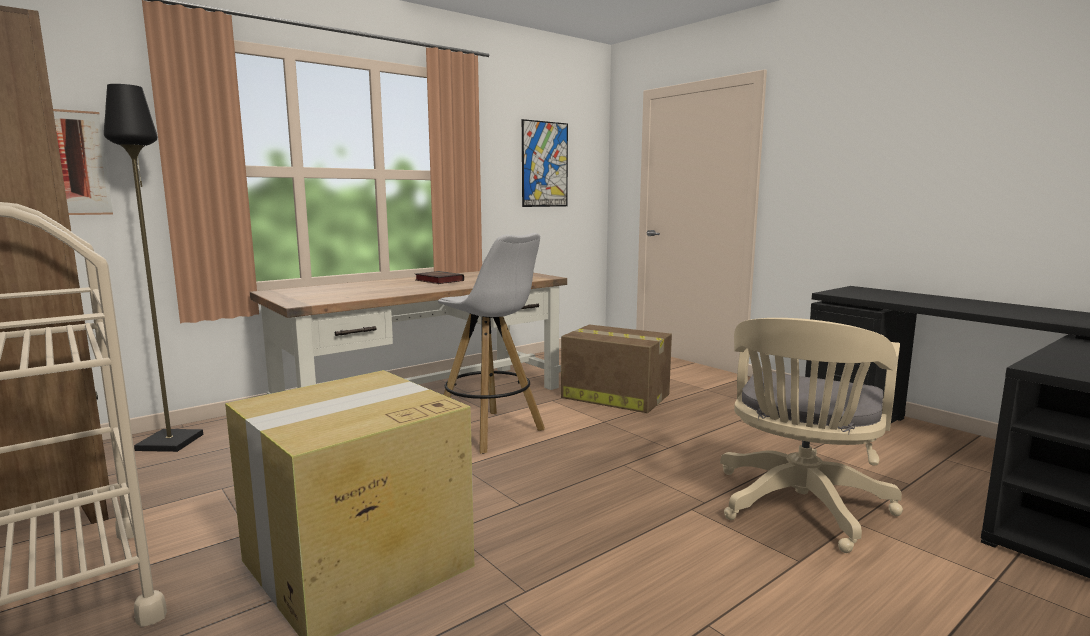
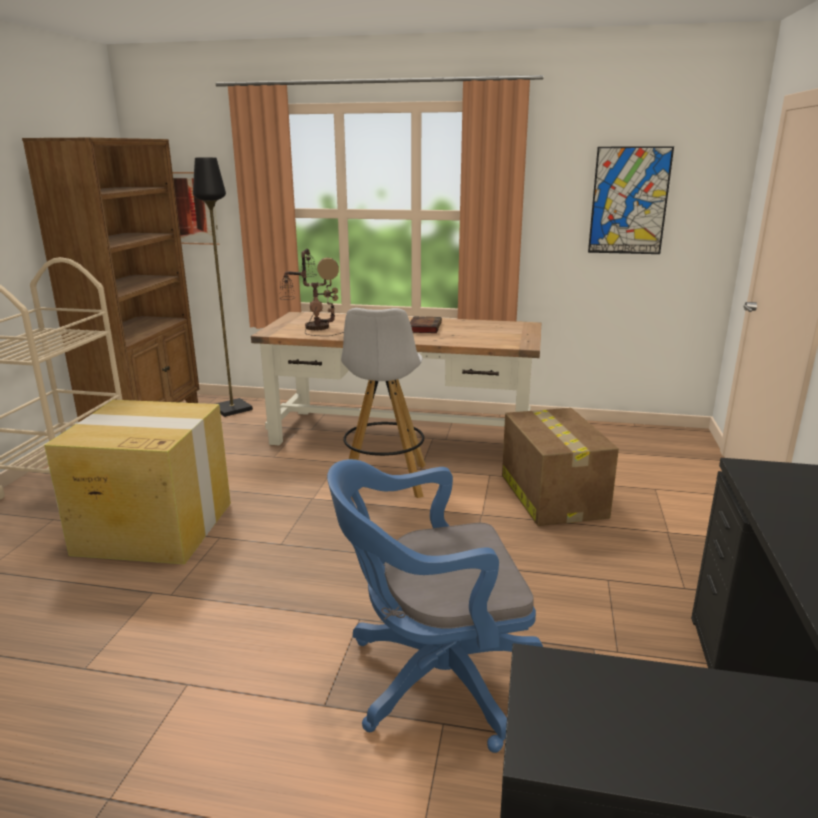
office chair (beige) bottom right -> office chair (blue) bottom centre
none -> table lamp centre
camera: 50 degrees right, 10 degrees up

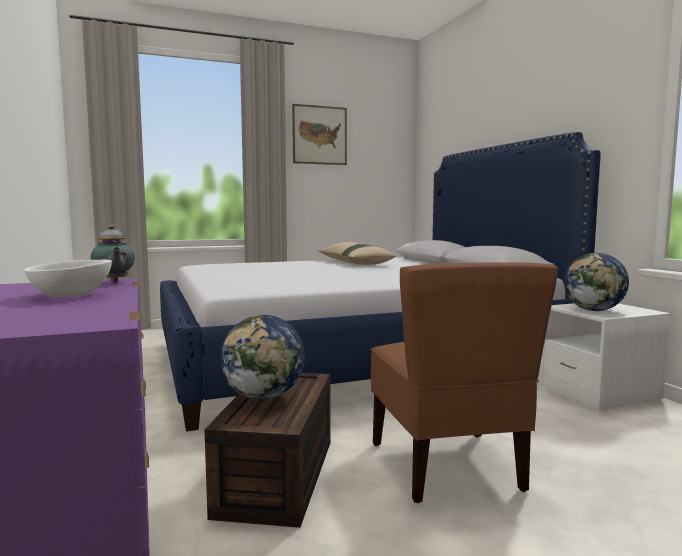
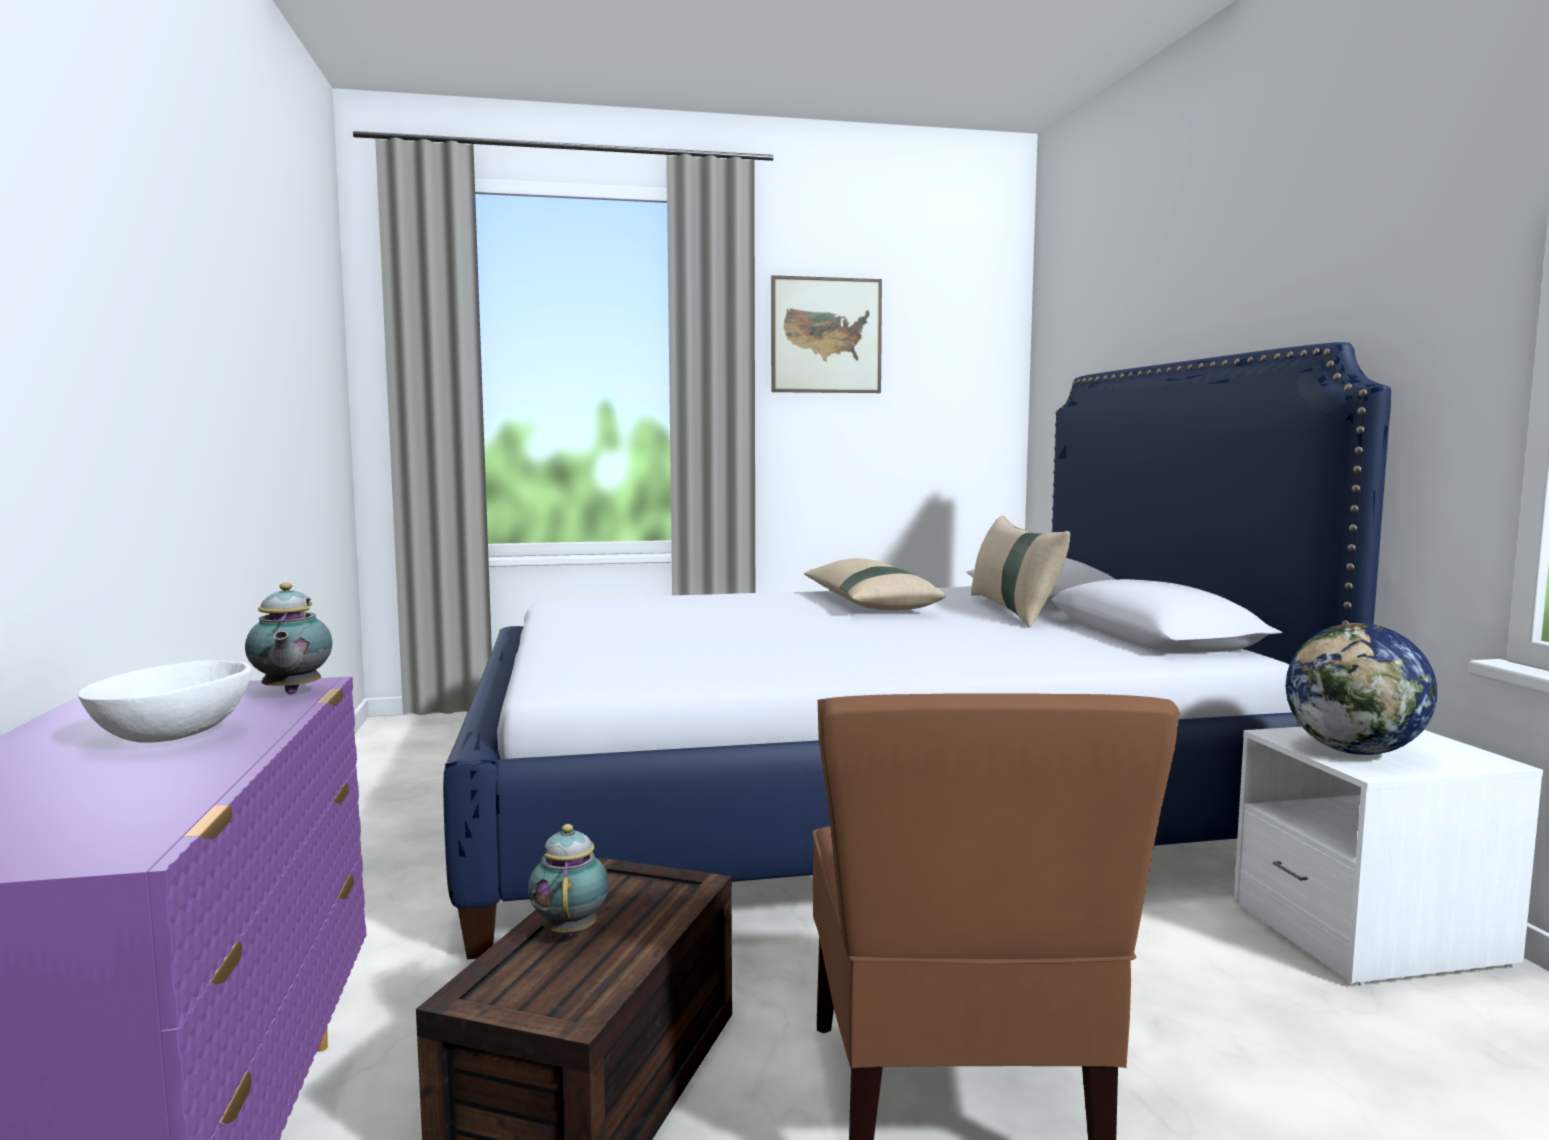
globe (no. 1 from left) centre -> teapot (no. 2 from left) bottom centre
none -> pillow (beige) (no. 2 from left) centre
camera: 10 degrees right, 0 degrees up

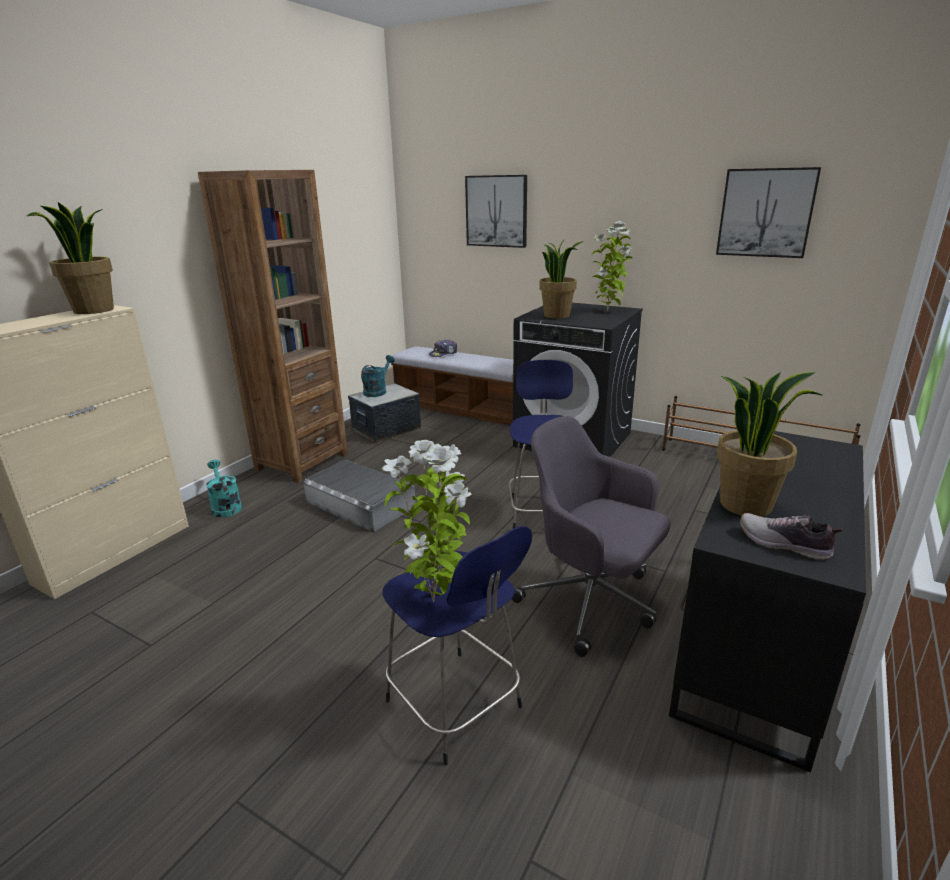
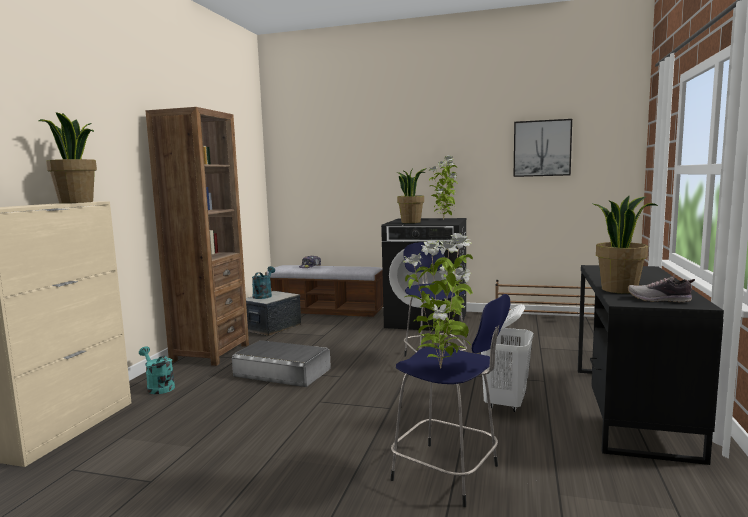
picture (no. 1 from left) top centre -> none
office chair (grey) centre -> laundry basket (white) bottom right
camera: 15 degrees left, 15 degrees down

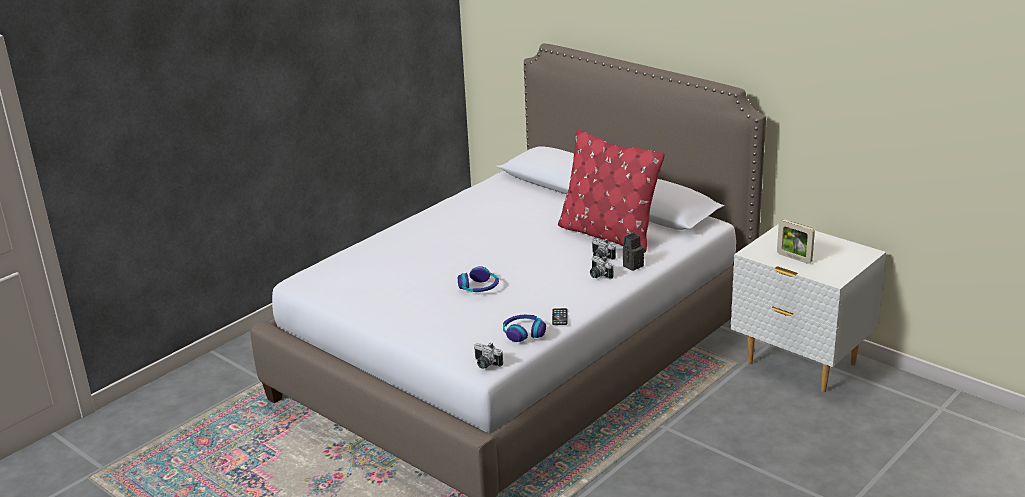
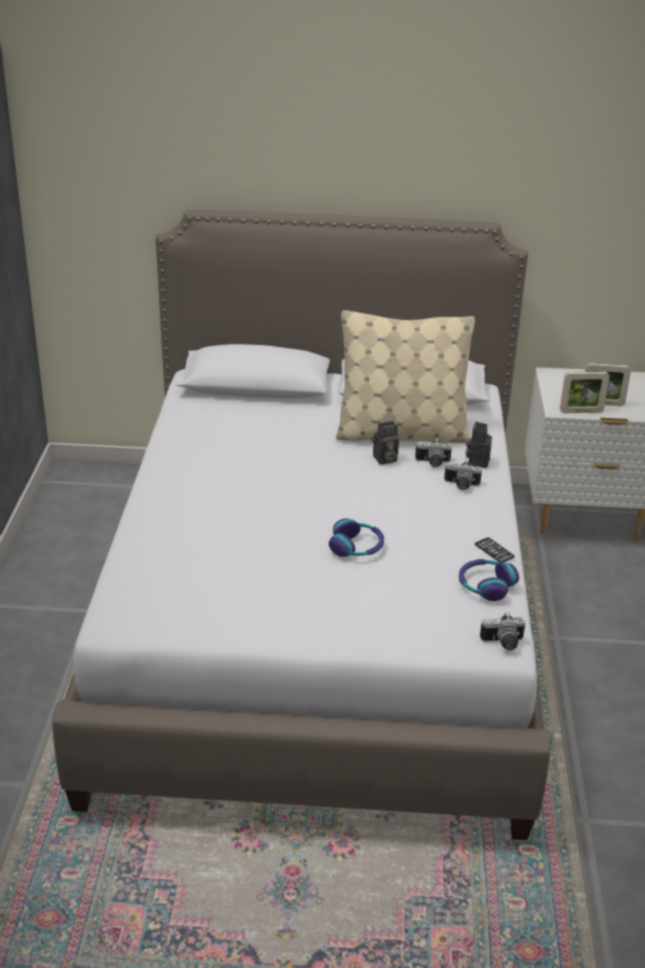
pillow (red) centre -> pillow (beige) centre
none -> photo camera (no. 1 from left) centre
none -> picture frame (no. 1 from left) middle right
camera: 40 degrees left, 5 degrees up

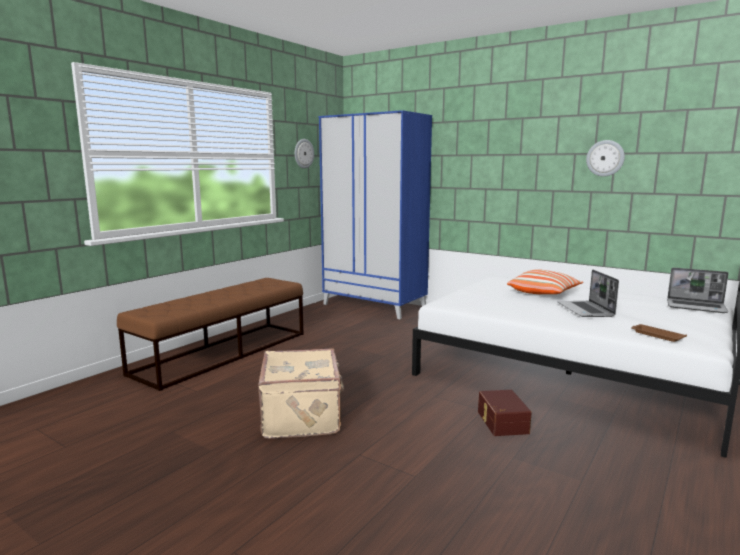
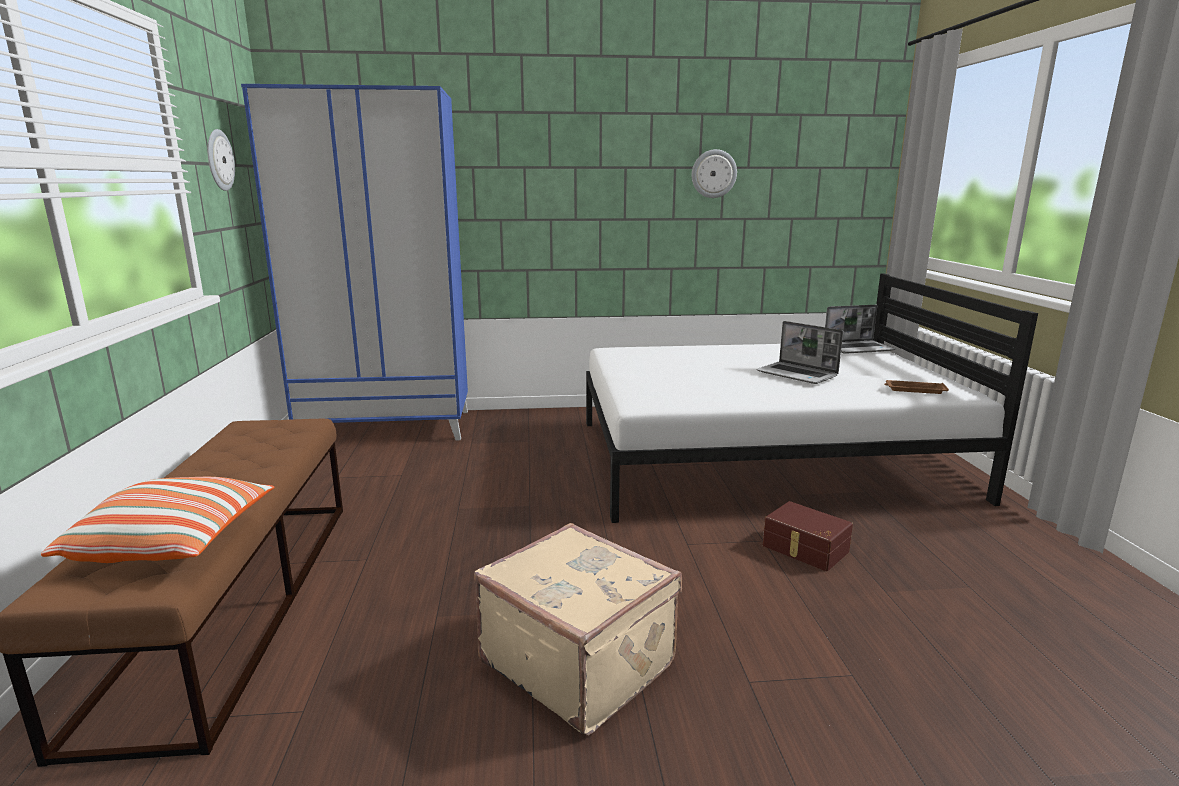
pillow middle right -> pillow middle left, relocated
camera: 40 degrees left, 5 degrees up

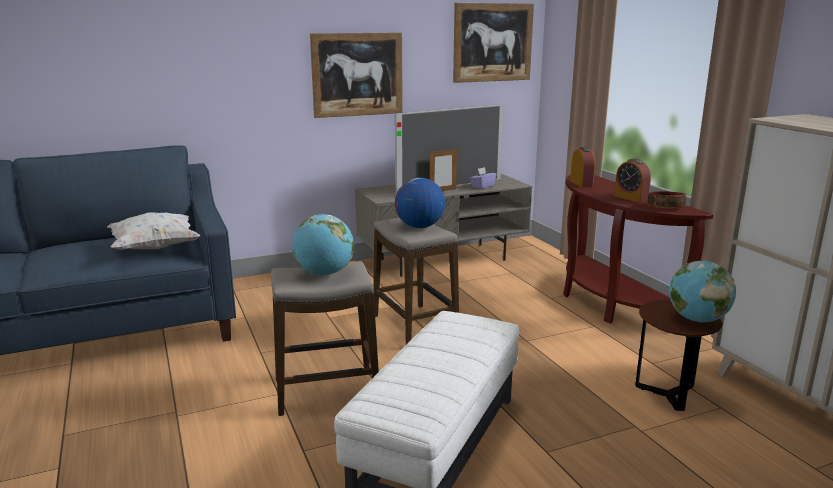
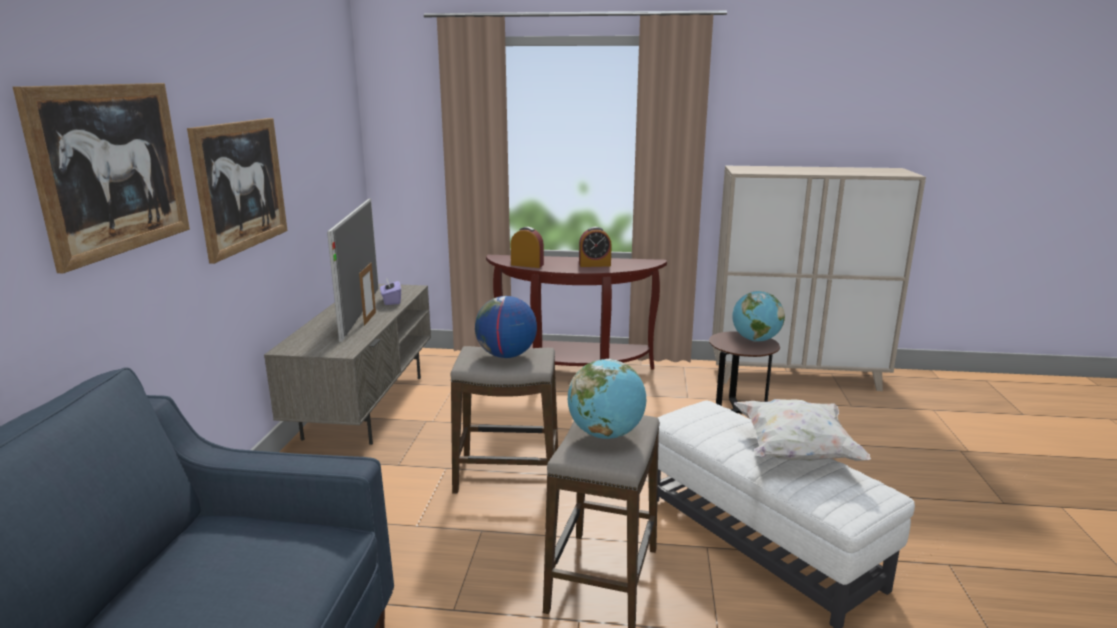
pillow (white) middle left -> pillow (white) bottom right, relocated
picture (no. 2 from left in the first image) top centre -> picture (no. 1 from left) top left, relocated
bowl middle right -> none
camera: 60 degrees left, 0 degrees up

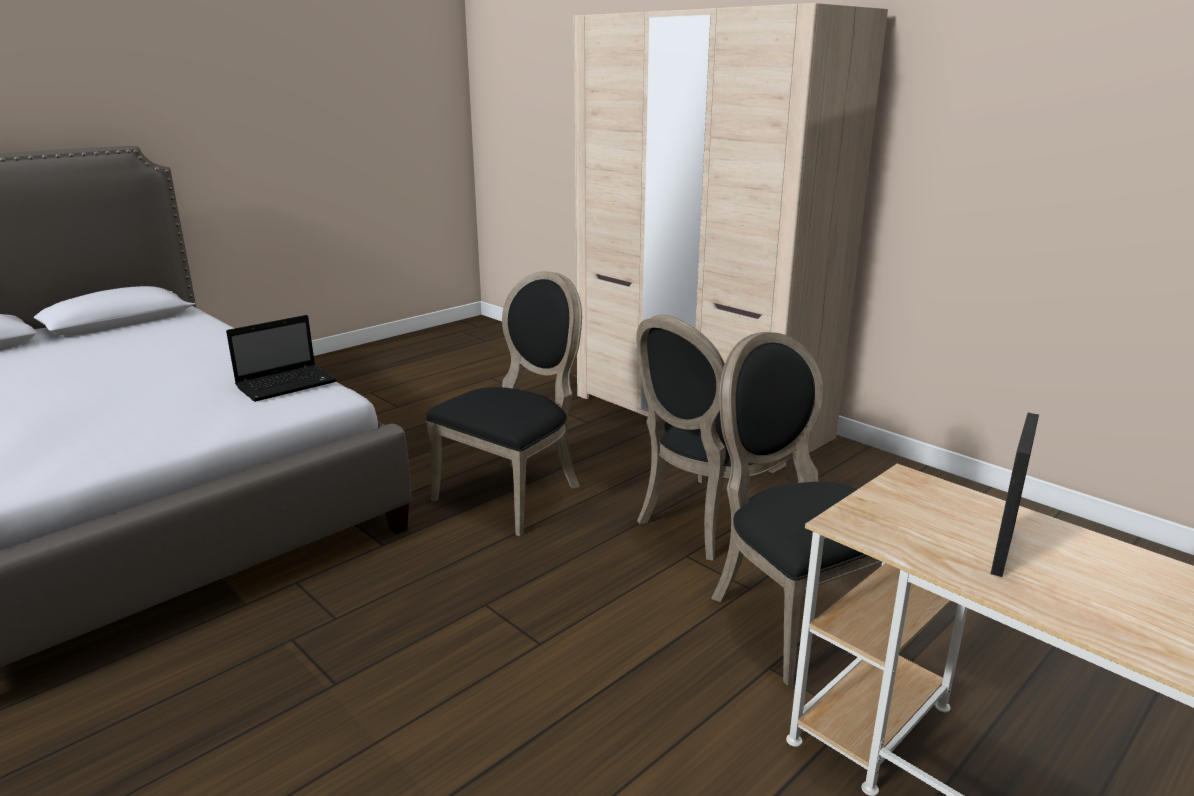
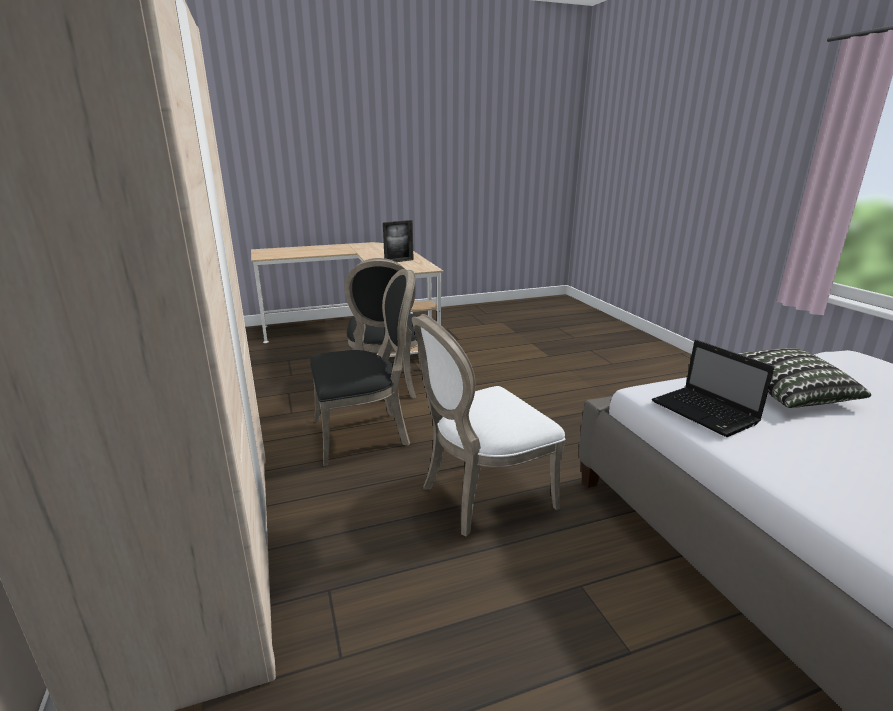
laptop middle left -> laptop middle right, 105 degrees counterclockwise
chair (black) (no. 1 from left) centre -> chair (white) centre
none -> pillow middle right
camera: 155 degrees left, 0 degrees up

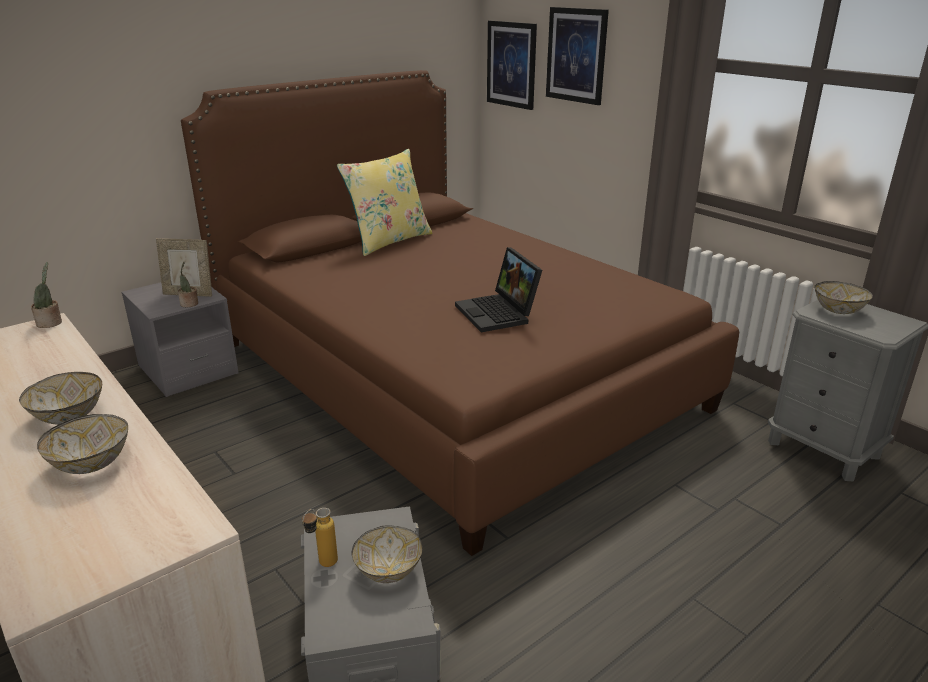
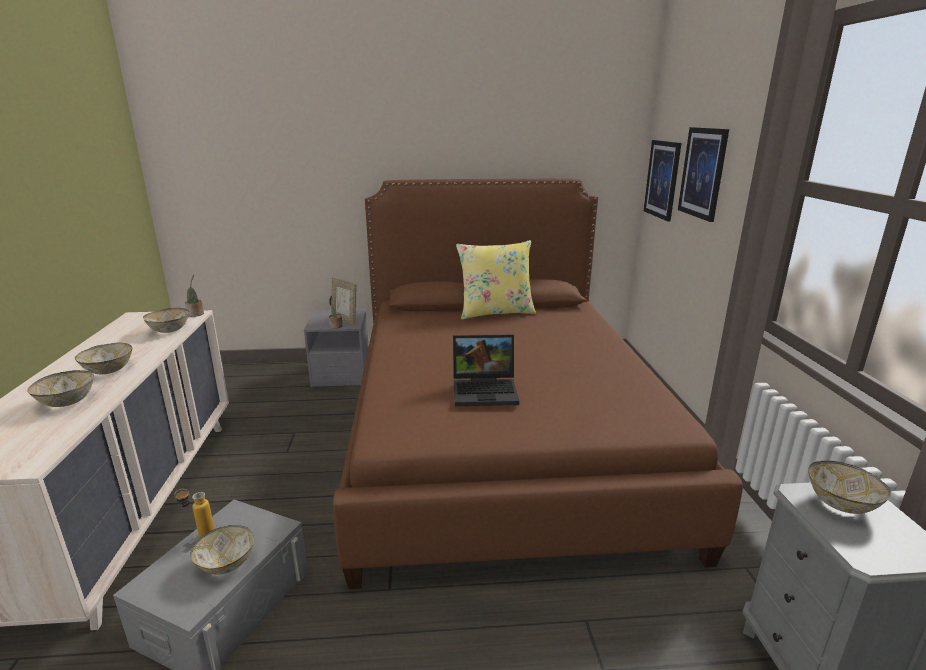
laptop centre, 105 degrees counterclockwise
none -> bowl (no. 3 from left) middle left
camera: 35 degrees right, 5 degrees down

